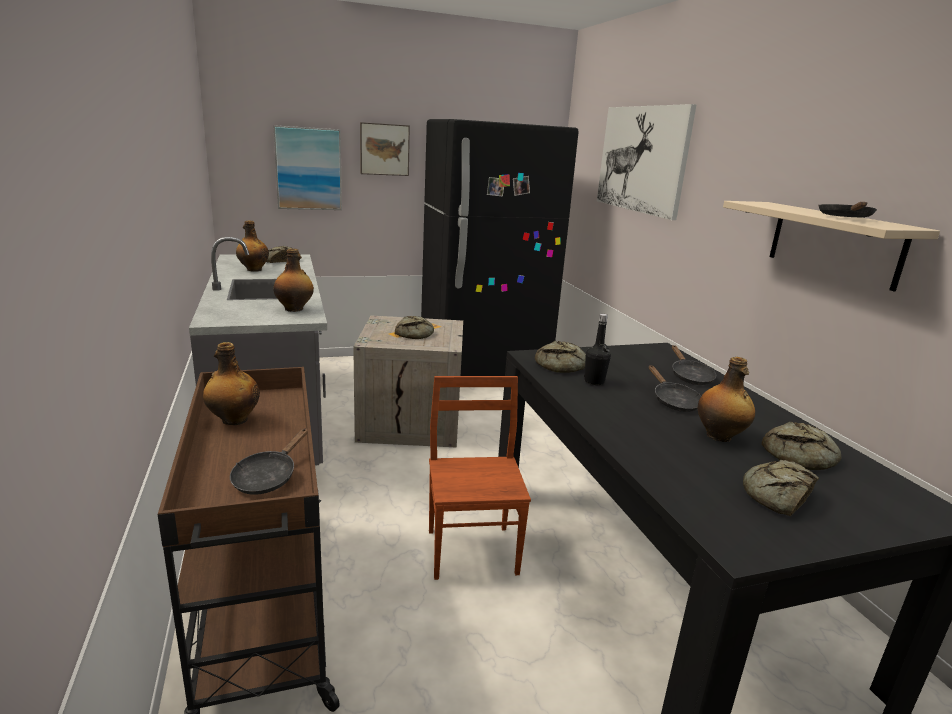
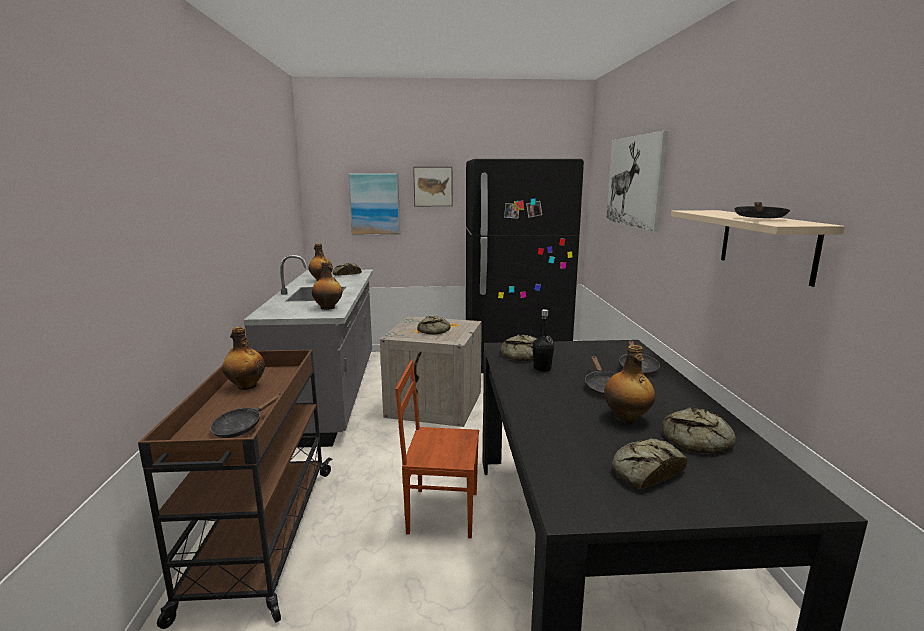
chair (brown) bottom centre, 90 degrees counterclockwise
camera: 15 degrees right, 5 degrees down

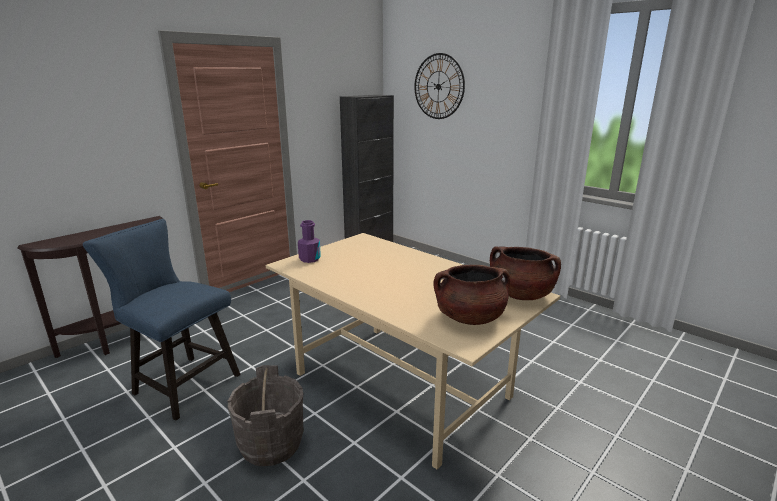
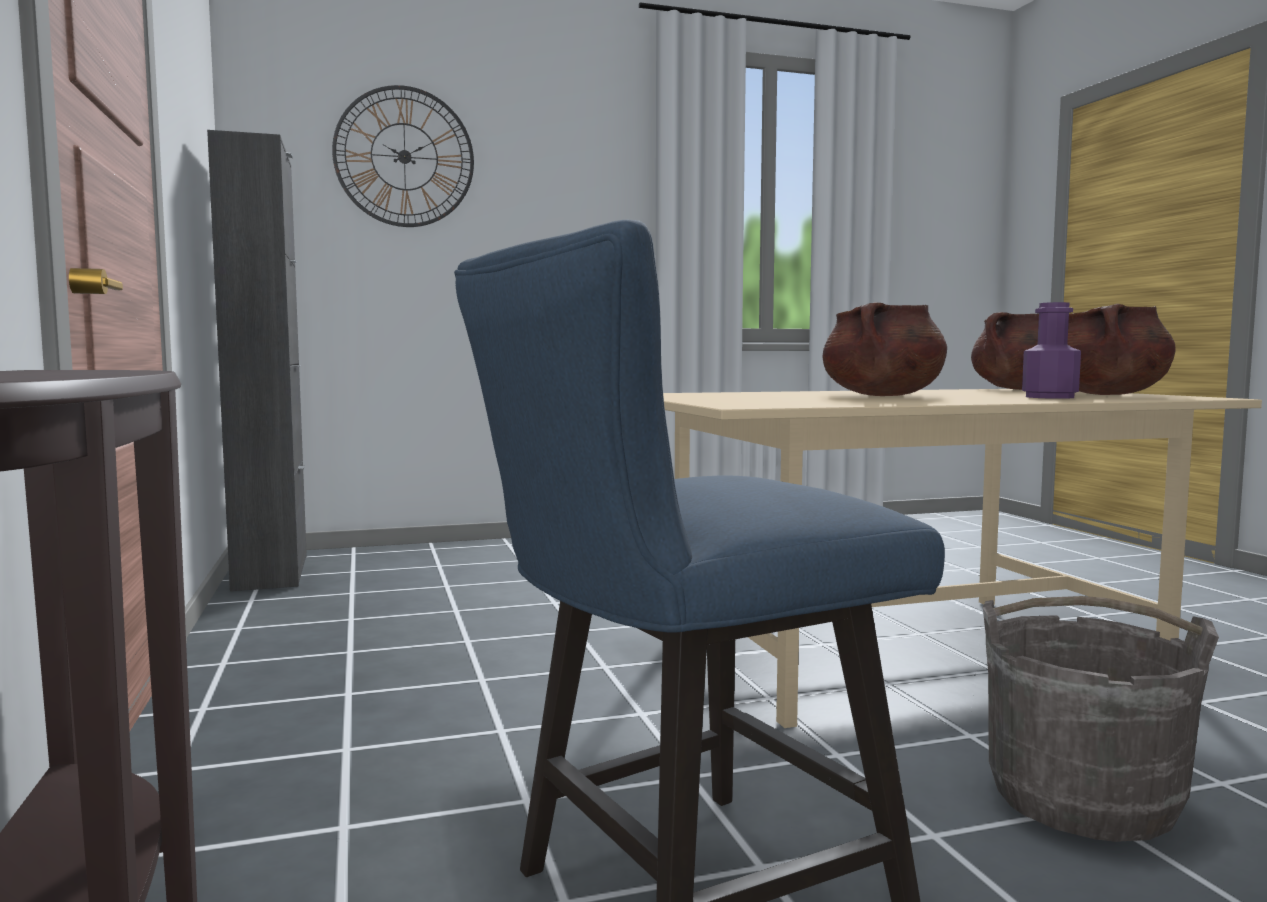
bottle (purple) centre -> bottle (purple) middle right, relocated
none -> cooking pot (brown) (no. 1 from left) middle right
camera: 60 degrees left, 15 degrees down

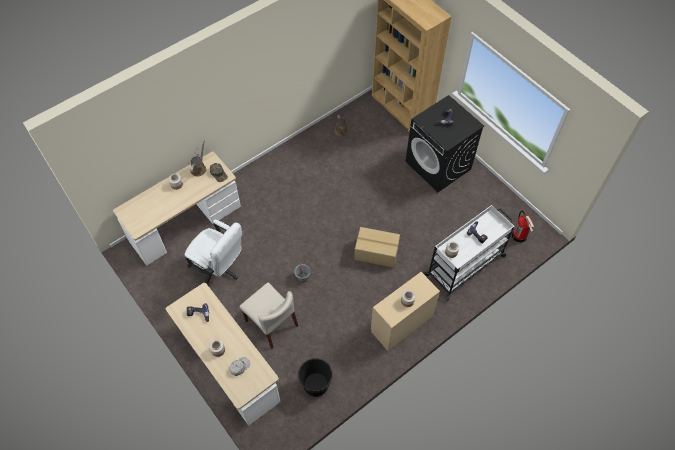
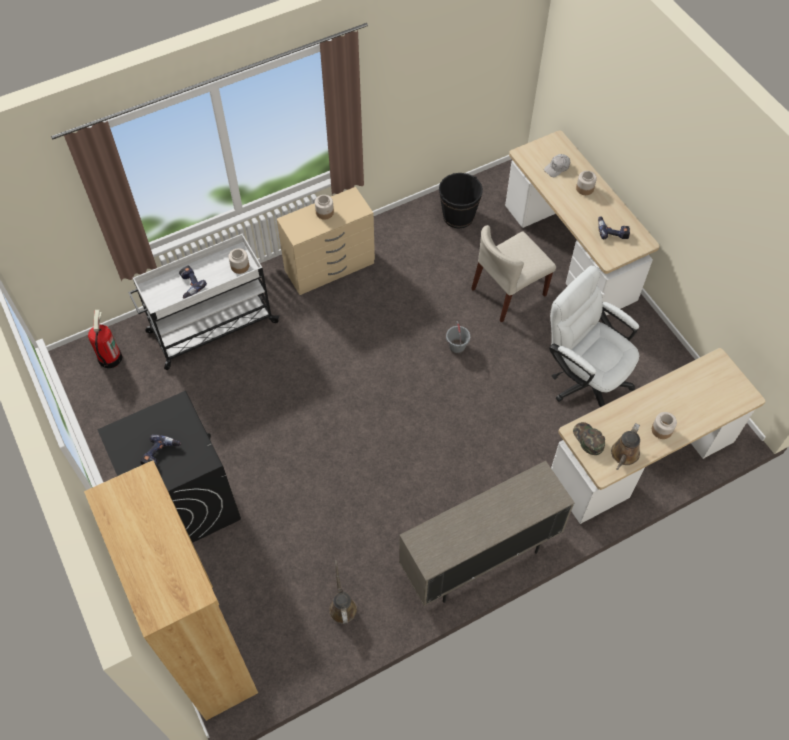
chair (beige) bottom centre -> chair (beige) centre, 90 degrees counterclockwise
cardboard box centre -> none
none -> cabinet (beige) bottom centre
camera: 170 degrees left, 0 degrees up

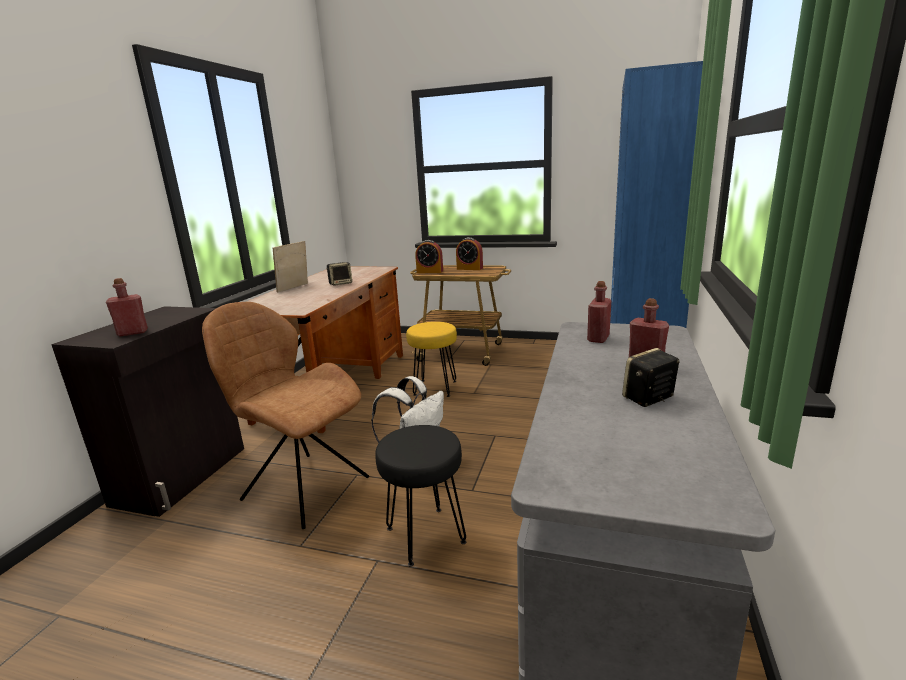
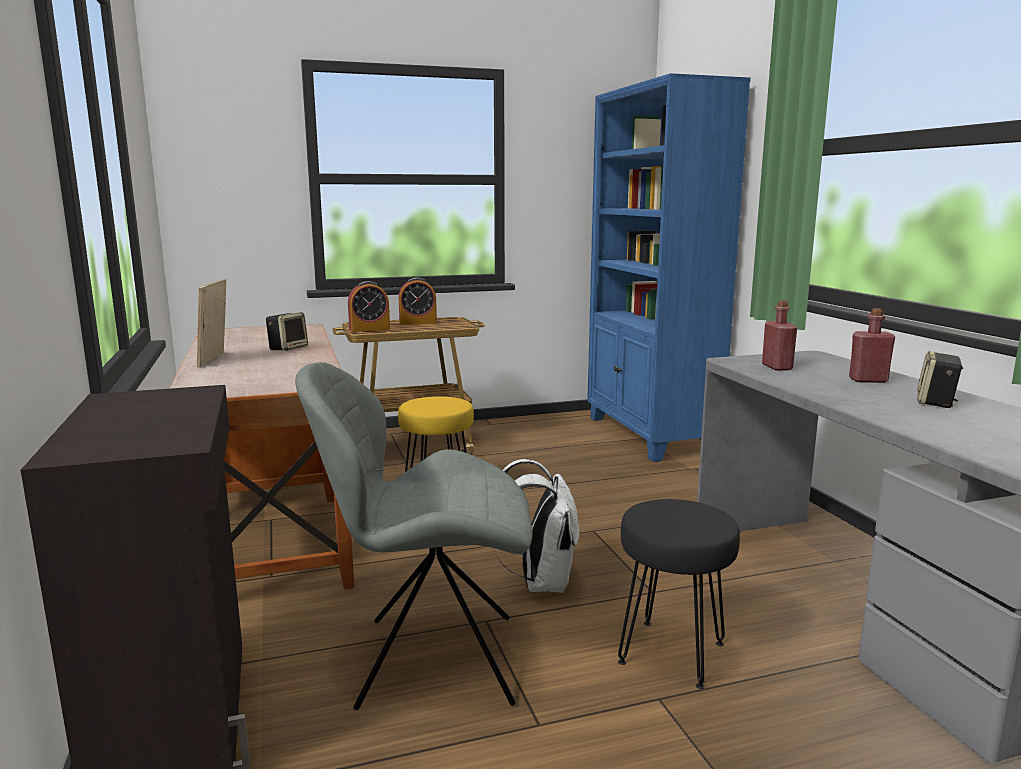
bottle (red) (no. 1 from left) middle left -> none
chair (brown) middle left -> chair (grey) bottom centre
camera: 35 degrees left, 5 degrees down

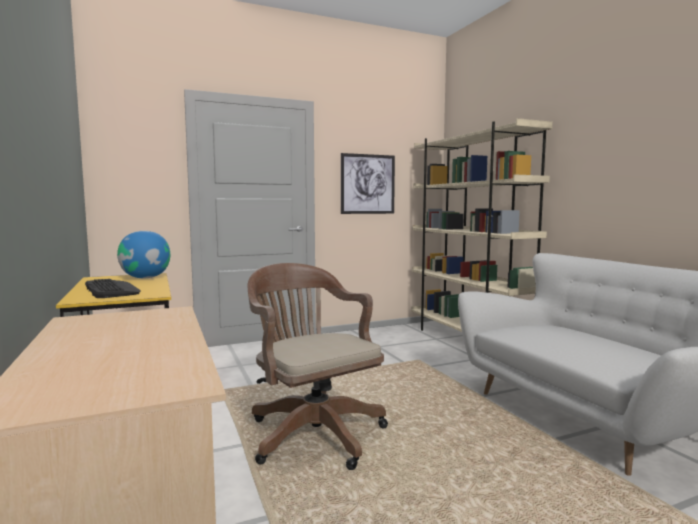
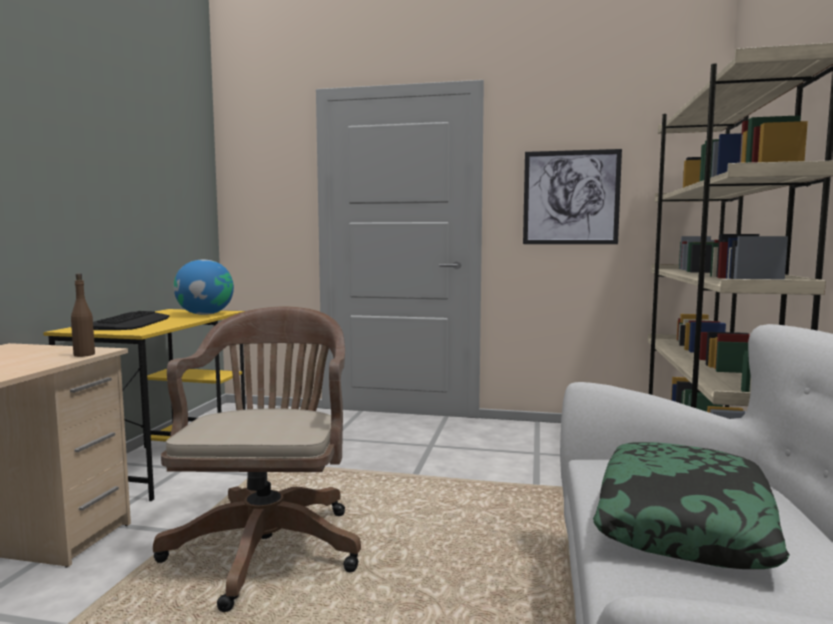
none -> bottle (brown) middle left
none -> pillow bottom right
camera: 35 degrees right, 0 degrees up

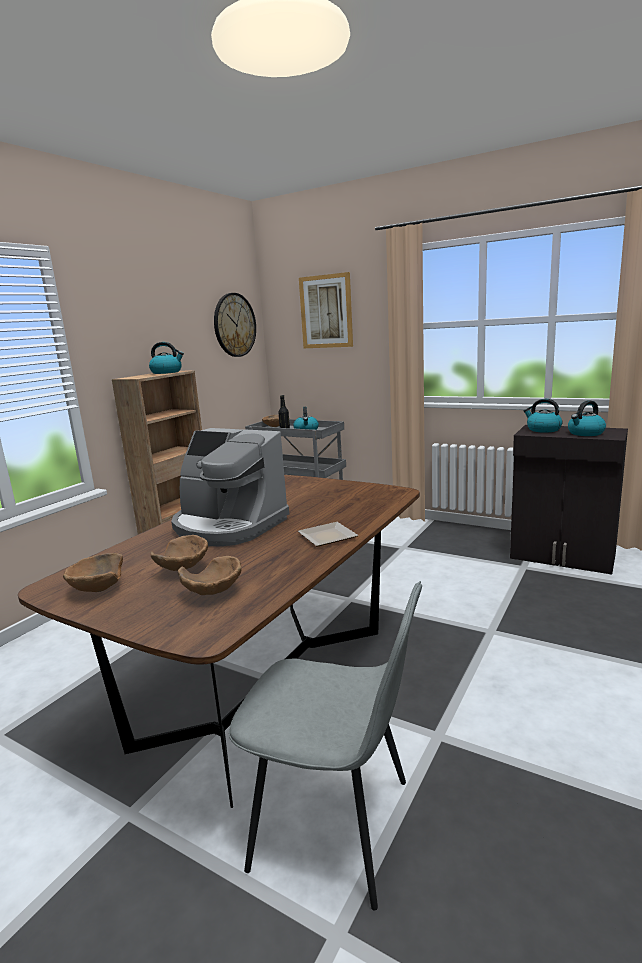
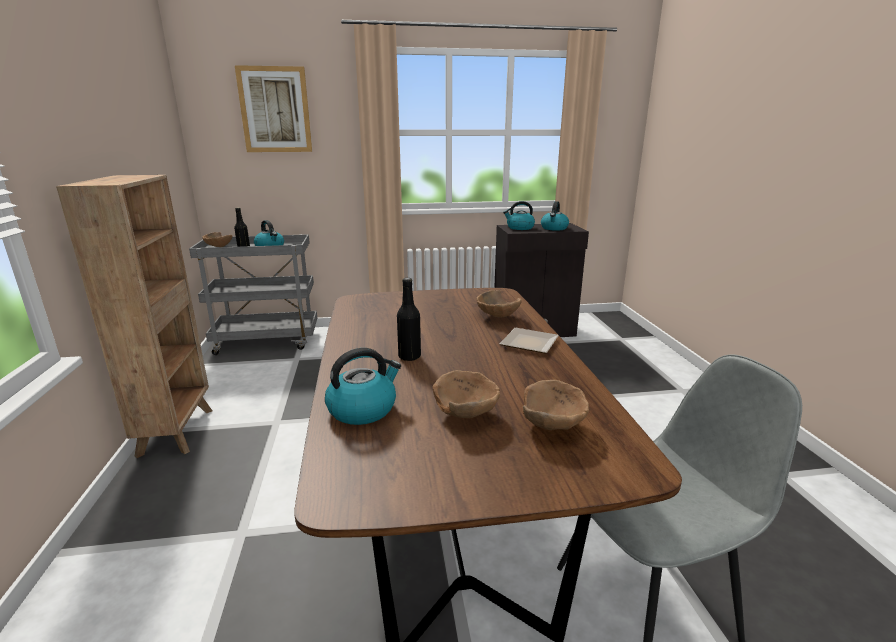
bowl (brown) (no. 1 from left in the first image) middle left -> bowl (brown) (no. 3 from left) centre, relocated
kettle (no. 1 from left in the first image) middle left -> kettle (no. 2 from left) centre, relocated
coffee machine centre -> bottle (black) (no. 2 from left) centre
wall clock centre -> none
camera: 40 degrees left, 5 degrees up

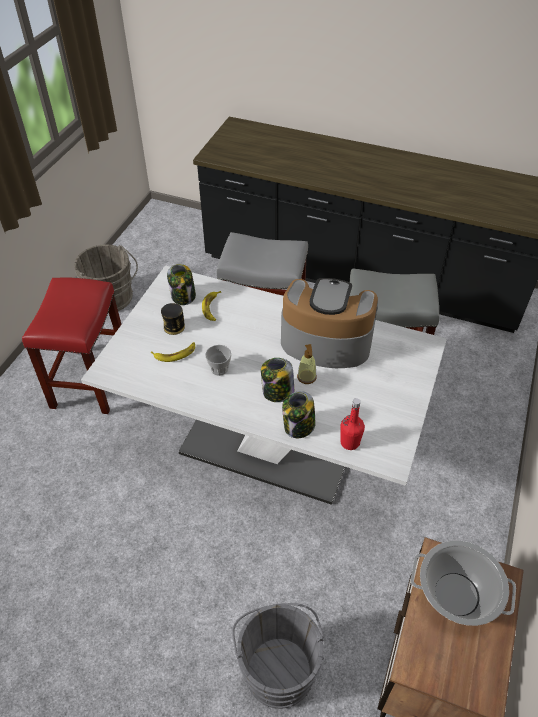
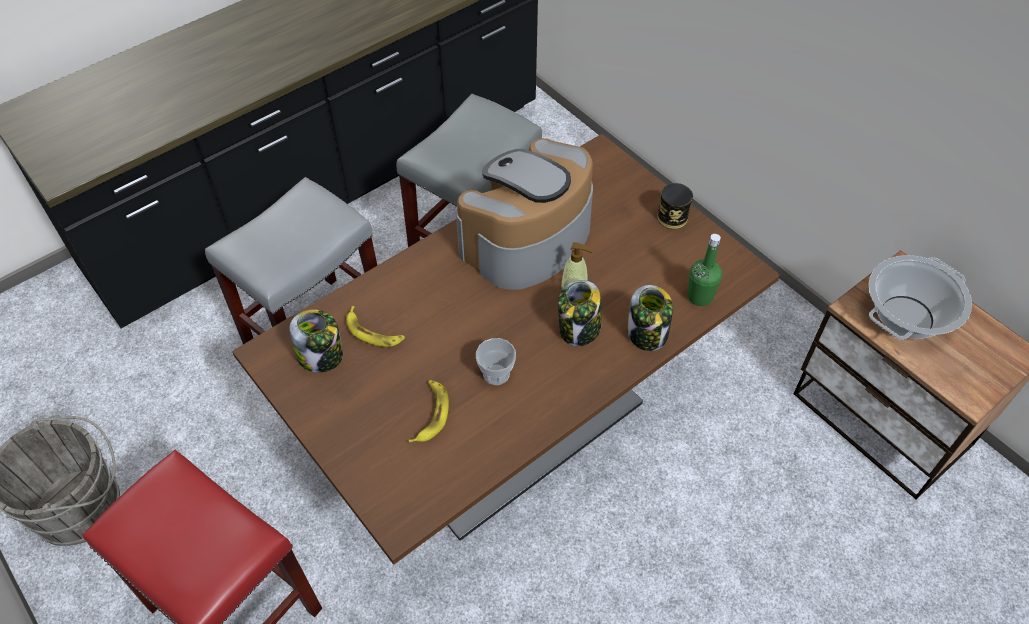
dining table (white) centre -> dining table (brown) centre
can middle left -> can top centre, relocated
bucket (grey) (no. 2 from left) bottom centre -> none
bottle (red) centre -> bottle (green) middle right
camera: 60 degrees left, 5 degrees up

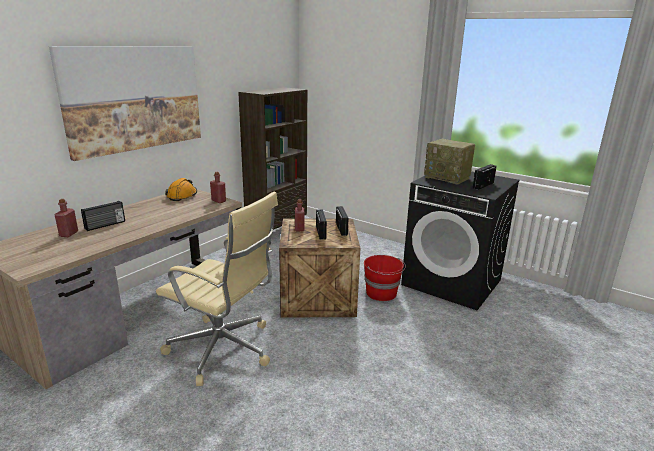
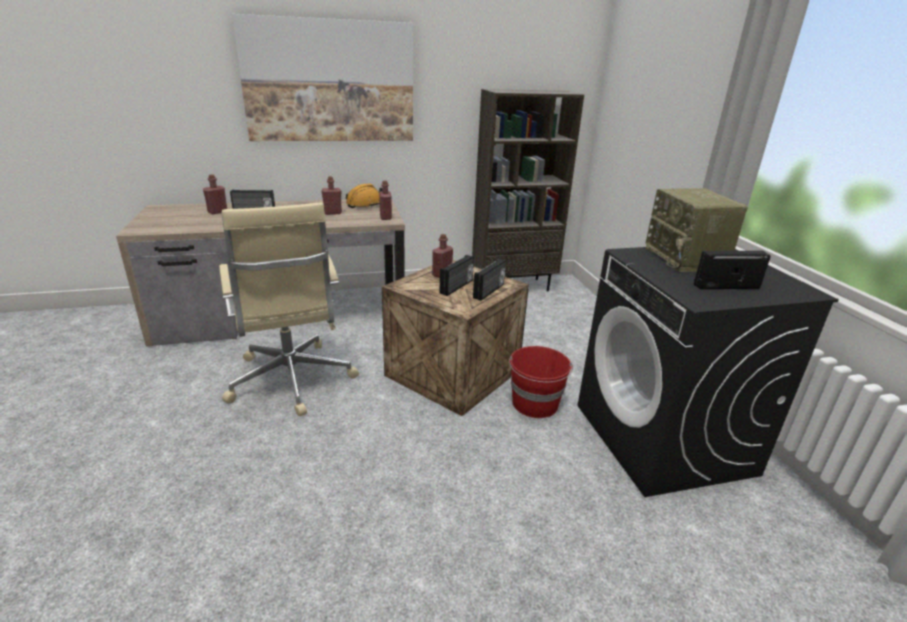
none -> bottle (red) (no. 2 from left) top centre
camera: 40 degrees right, 5 degrees up

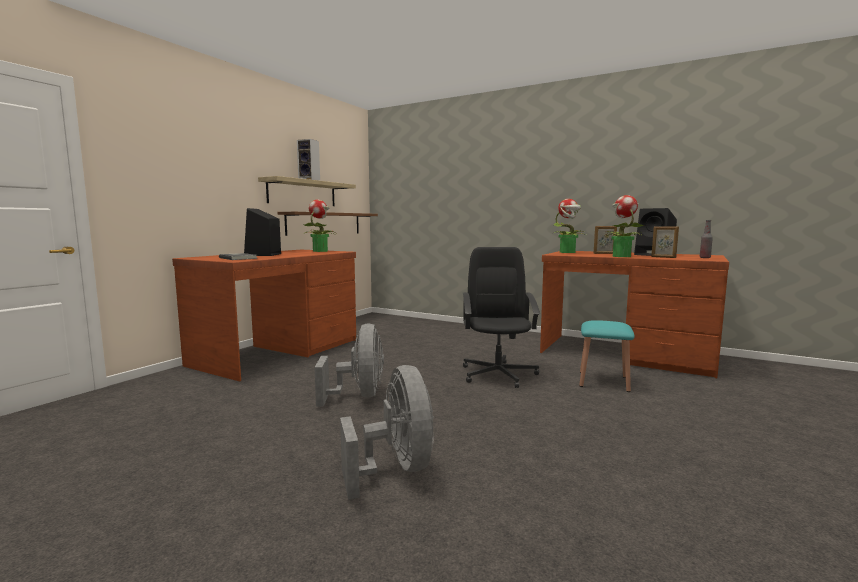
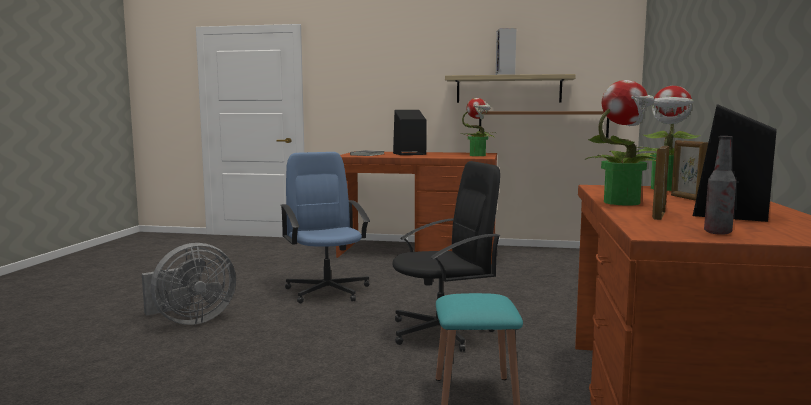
fan (grey) (no. 1 from left) centre -> office chair (blue) centre
camera: 70 degrees right, 0 degrees up

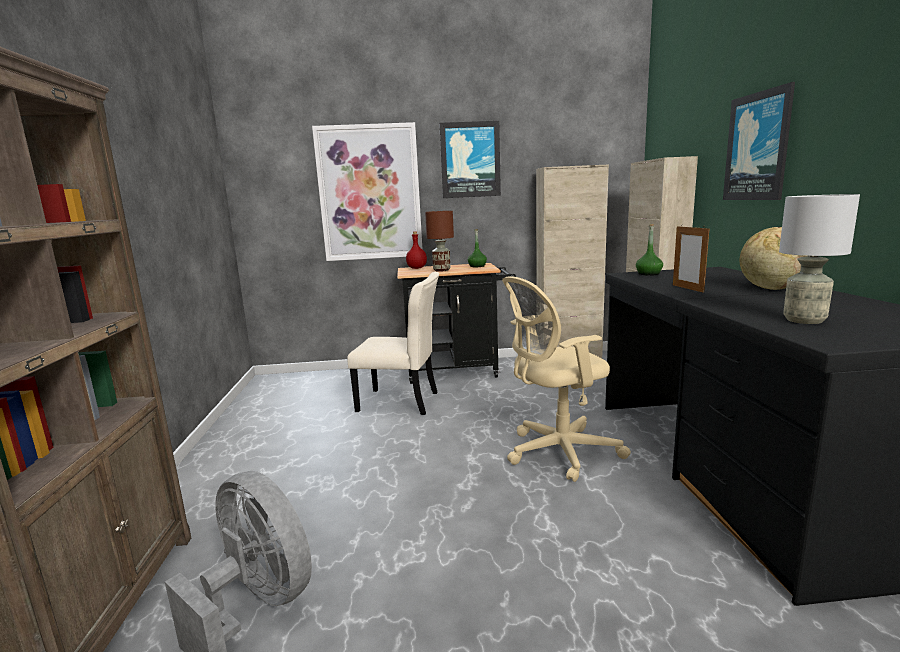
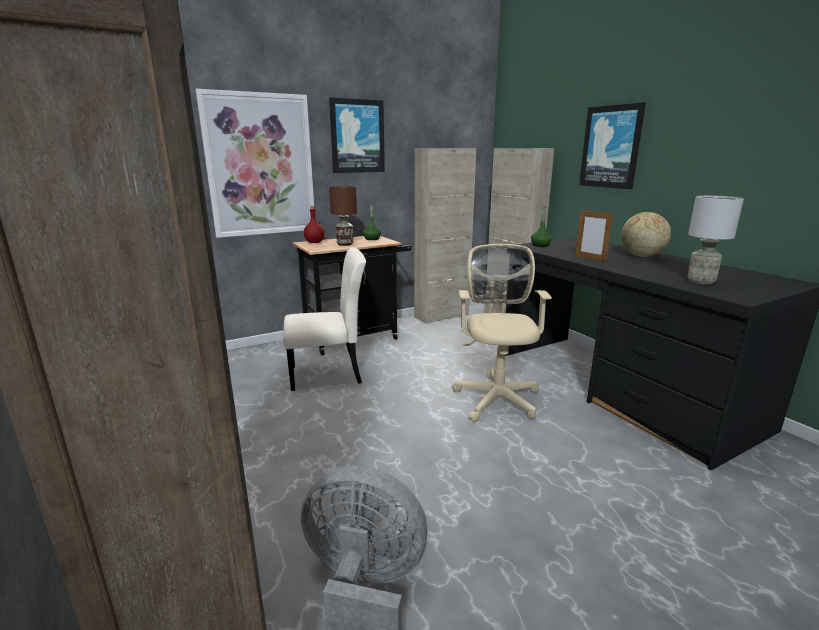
office chair (beige) centre, 135 degrees clockwise
camera: 25 degrees left, 5 degrees up

